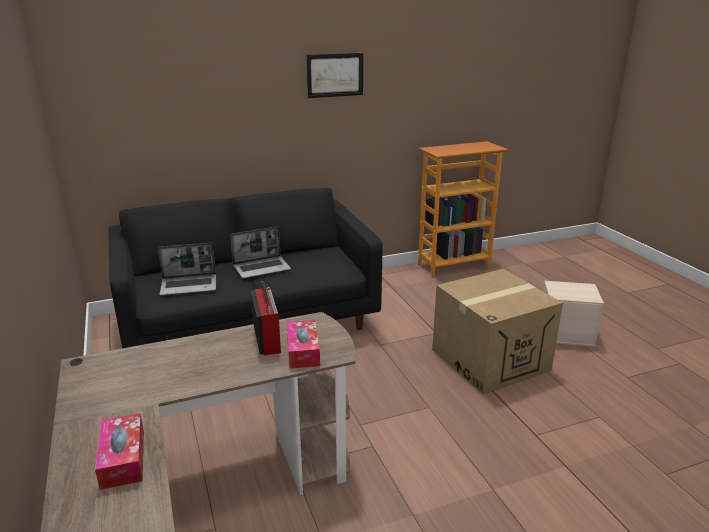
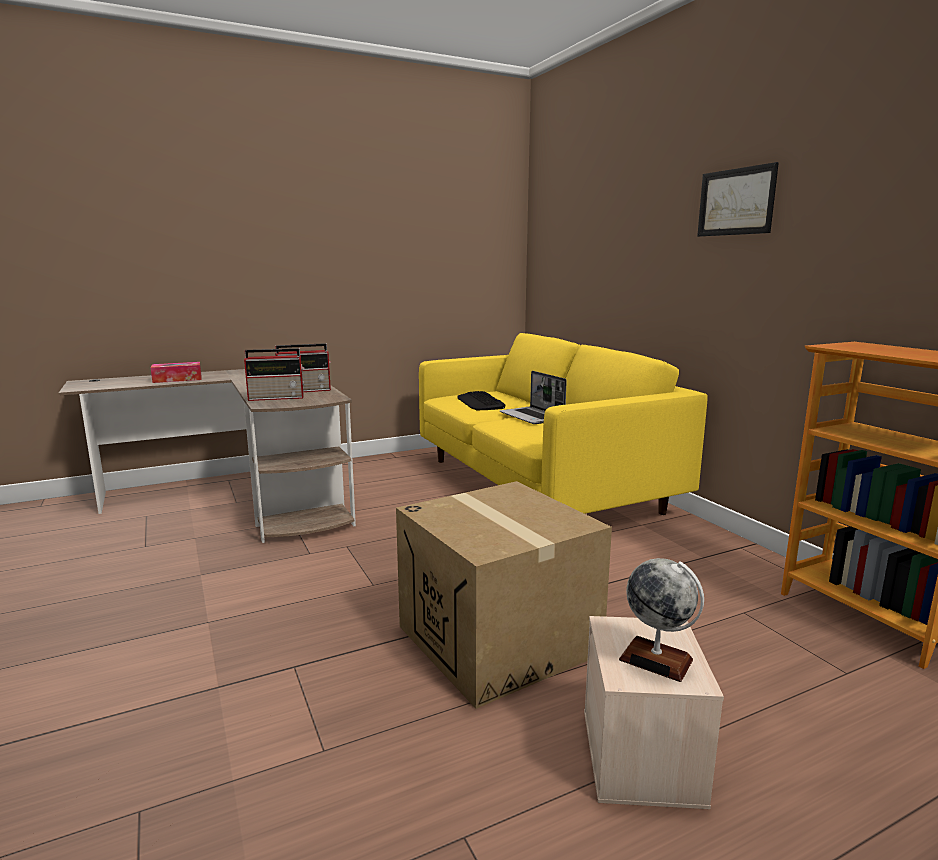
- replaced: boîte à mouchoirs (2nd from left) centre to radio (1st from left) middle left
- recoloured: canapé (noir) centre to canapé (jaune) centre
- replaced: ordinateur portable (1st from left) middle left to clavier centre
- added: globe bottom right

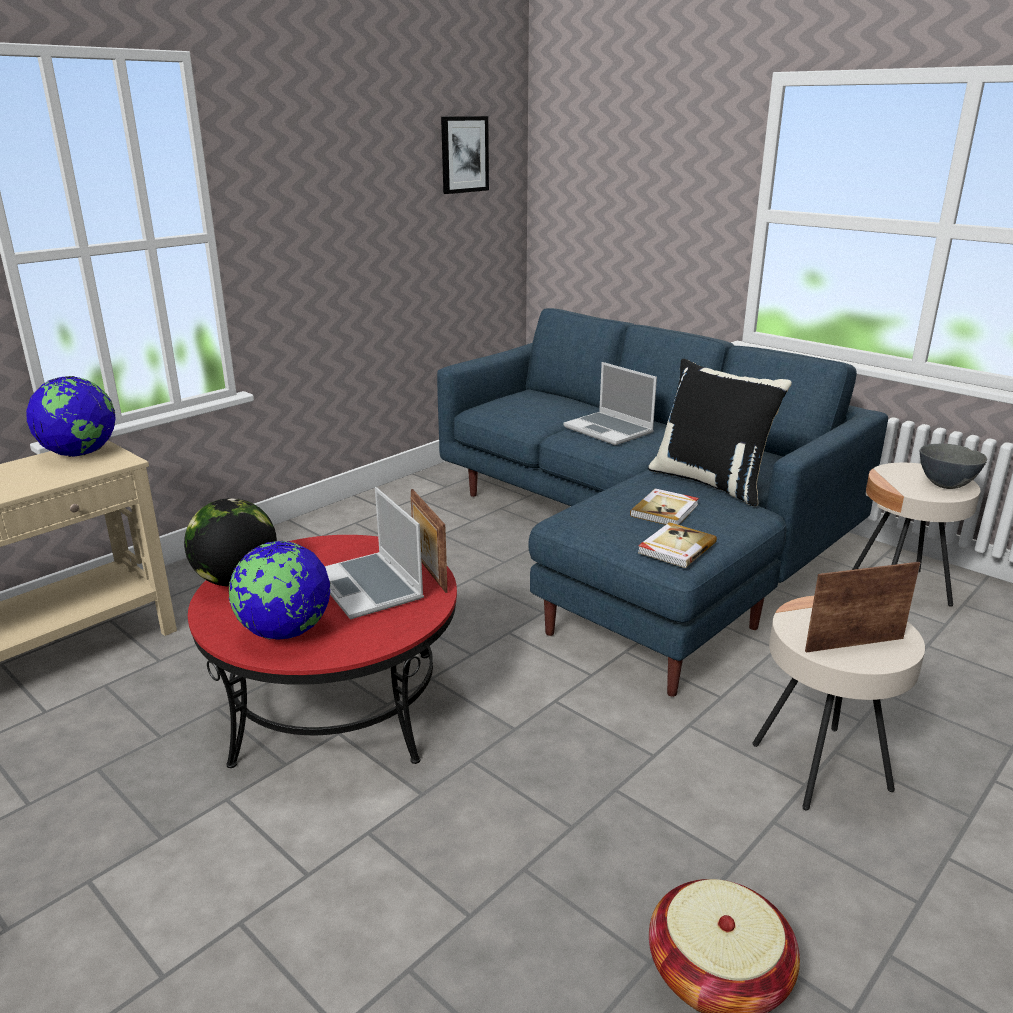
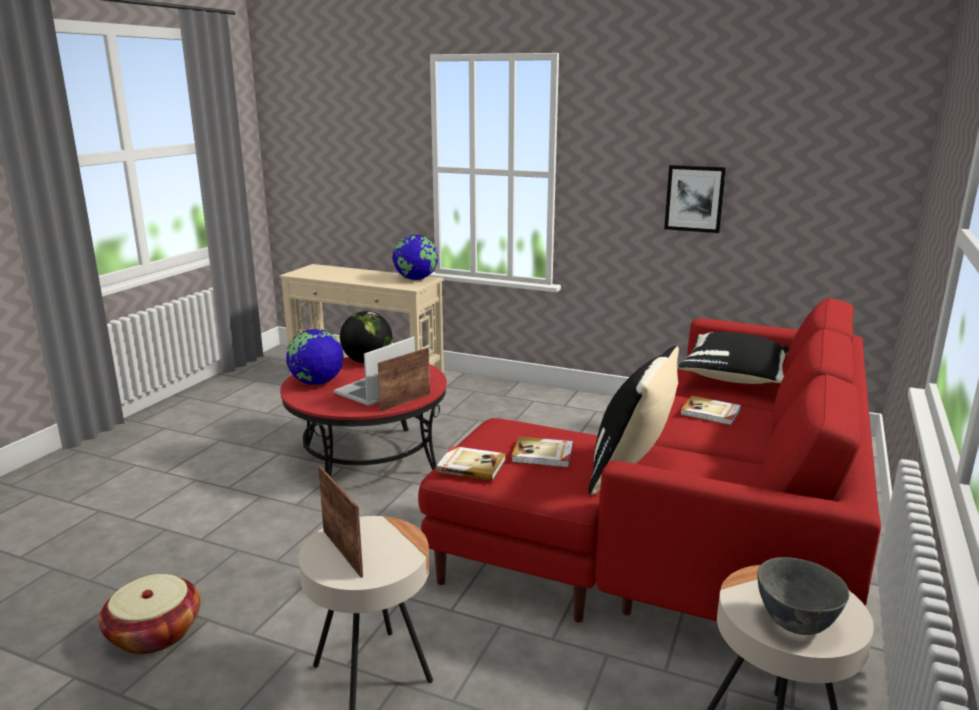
- recoloured: canapé (bleu) centre to canapé (rouge) centre
- moved: tableau top centre to top right
- added: coussin (noir) (2nd from left) middle right
- replaced: ordinateur portable (2nd from left) centre to livre (3rd from left) middle right

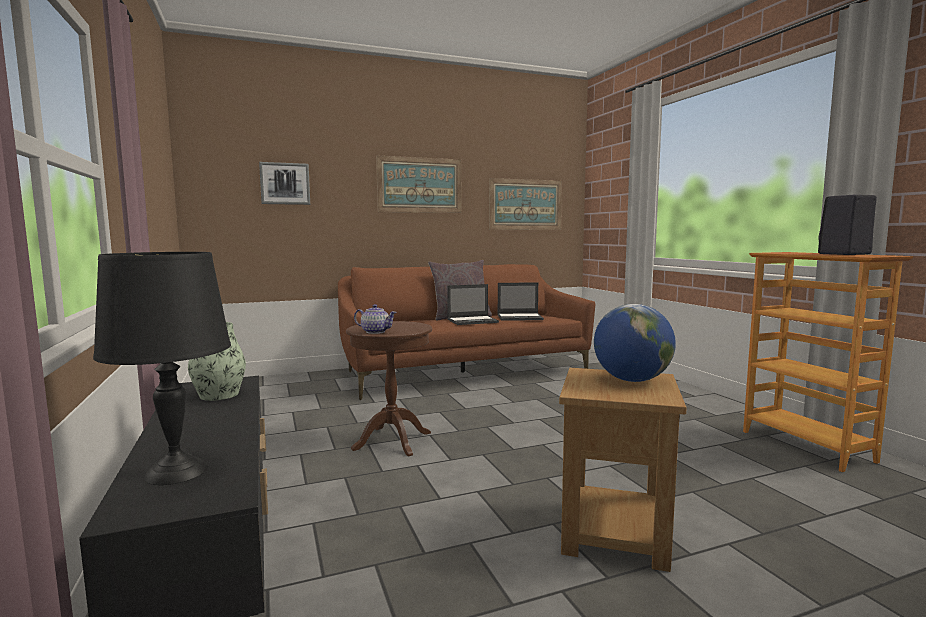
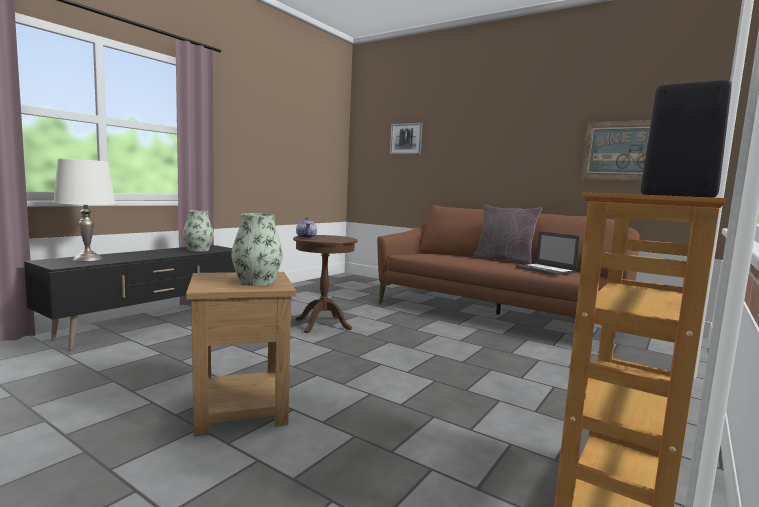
- recoloured: lampe de table (noir) middle left to lampe de table (blanc) middle left
- replaced: globe middle right to vase (2nd from left) centre
- removed: tableau (2nd from left) top centre
- removed: ordinateur portable (1st from left) centre

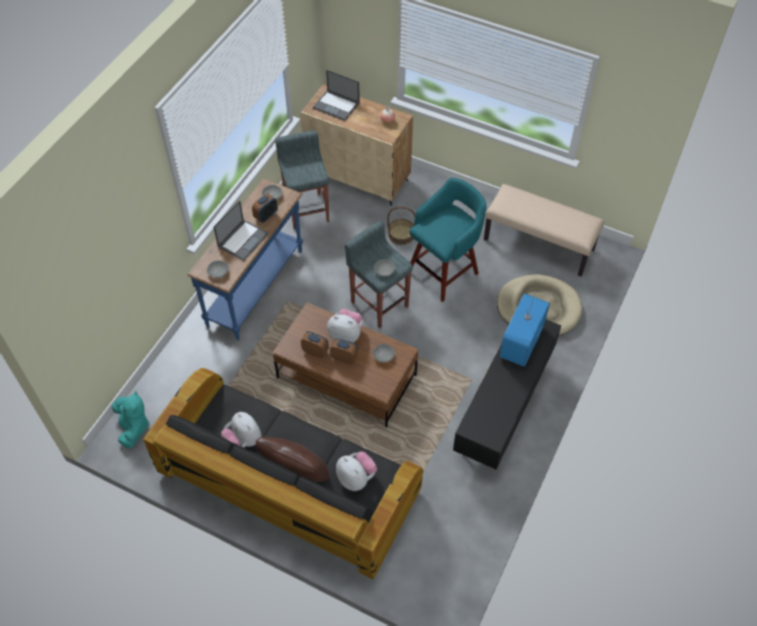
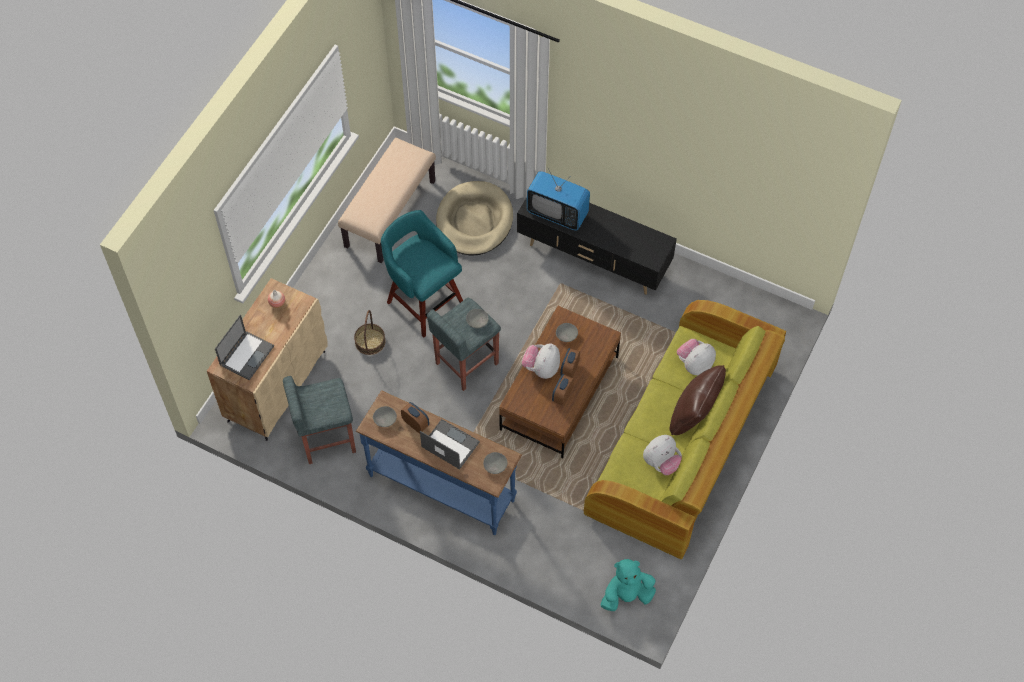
- recoloured: canapé (noir) bottom centre to canapé (vert) middle right

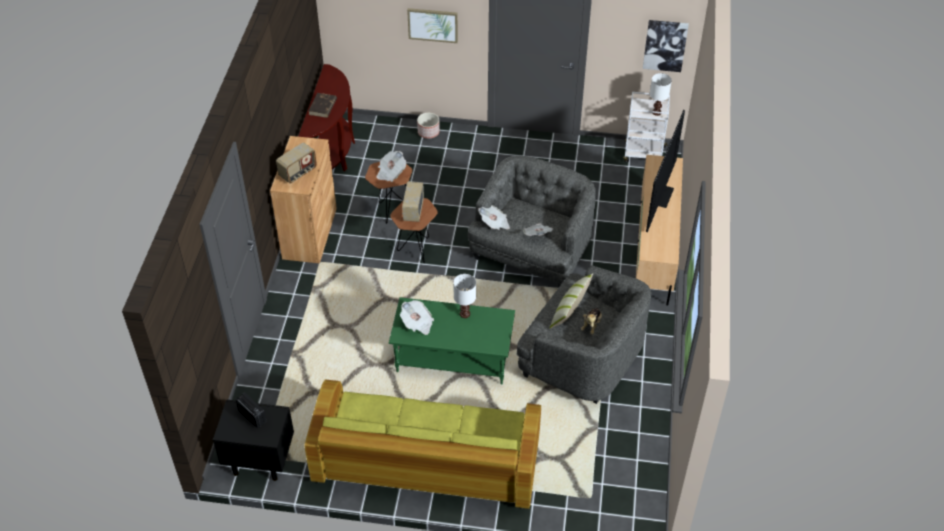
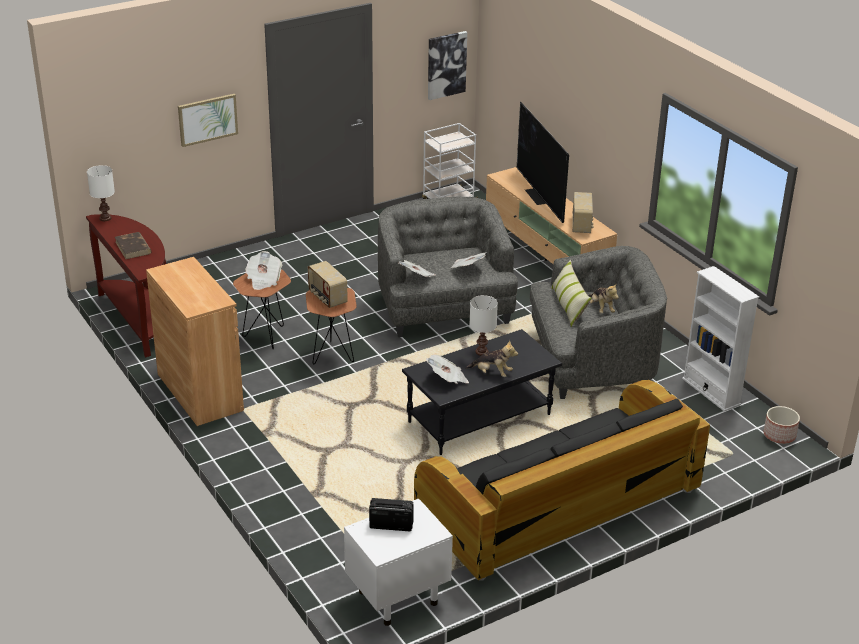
- moved: lampe de table (blanc) (2nd from left in the first image) top right to lampe de table (blanc) (1st from left) top left
- recoloured: table de chevet (noir) bottom left to table de chevet (blanc) bottom centre
- recoloured: table basse (vert) centre to table basse (noir) centre
- recoloured: canapé (vert) bottom centre to canapé (noir) bottom centre
- added: peluche (1st from left) centre
- moved: radio (2nd from left in the first image) top left to radio (3rd from left) top right
- added: bibliothèque (blanc) middle right
- moved: cache-pot top centre to middle right

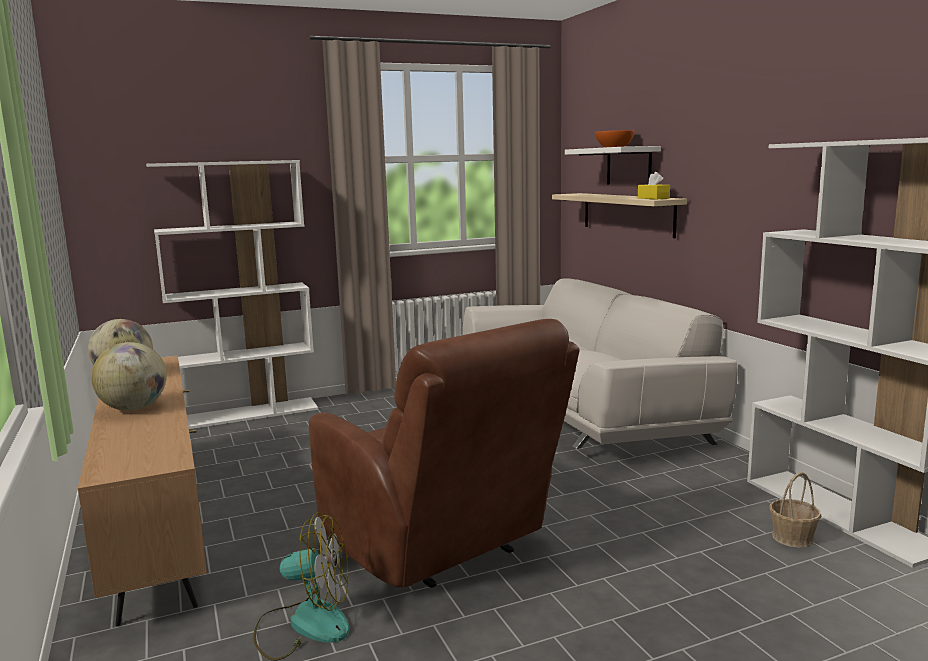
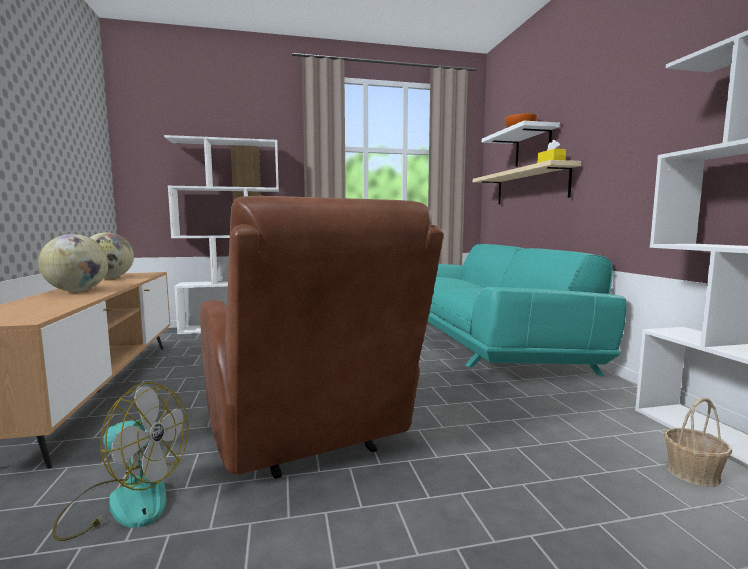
- recoloured: canapé (blanc) centre to canapé (turquoise) middle right

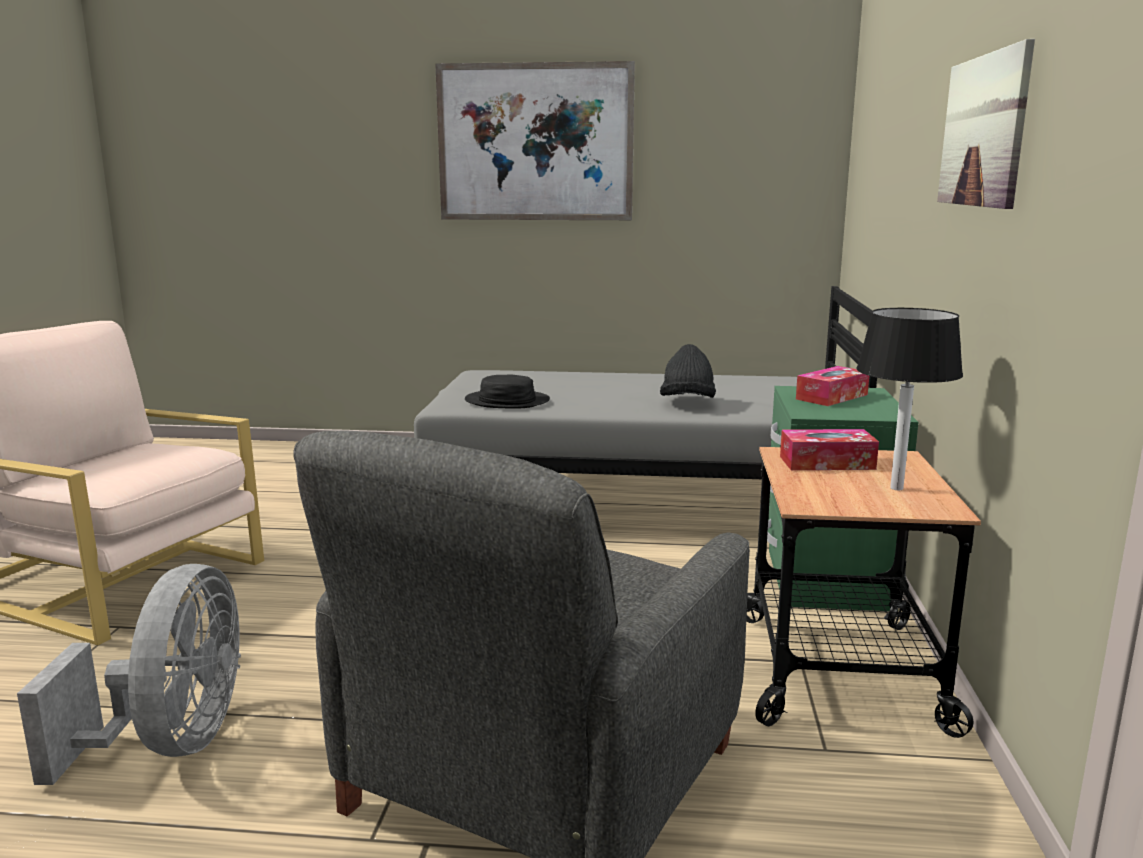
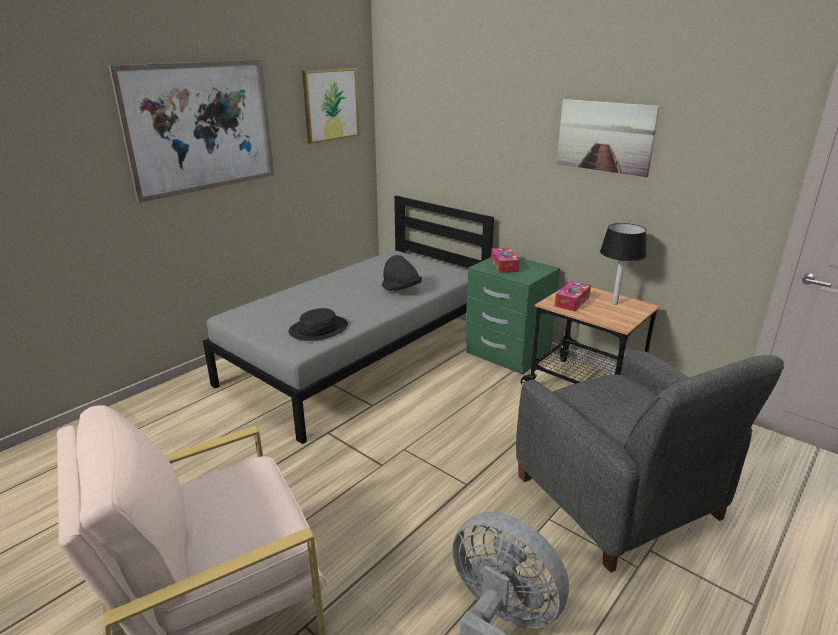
- added: tableau (2nd from left) top centre

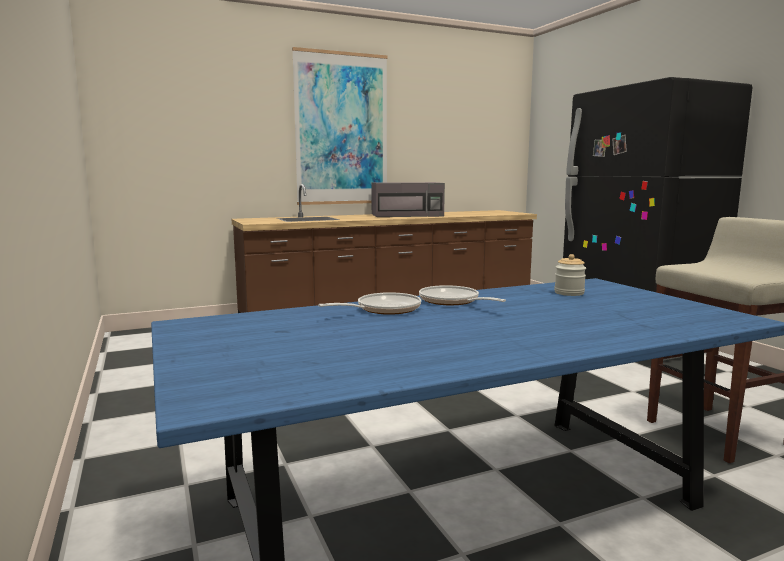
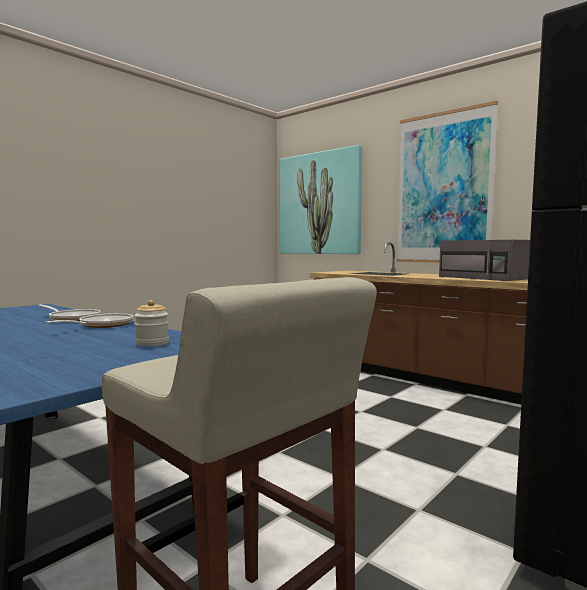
- added: tableau (1st from left) centre

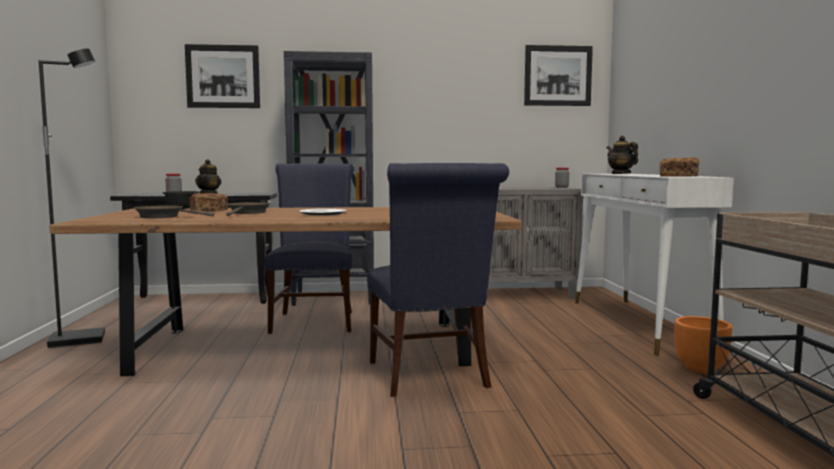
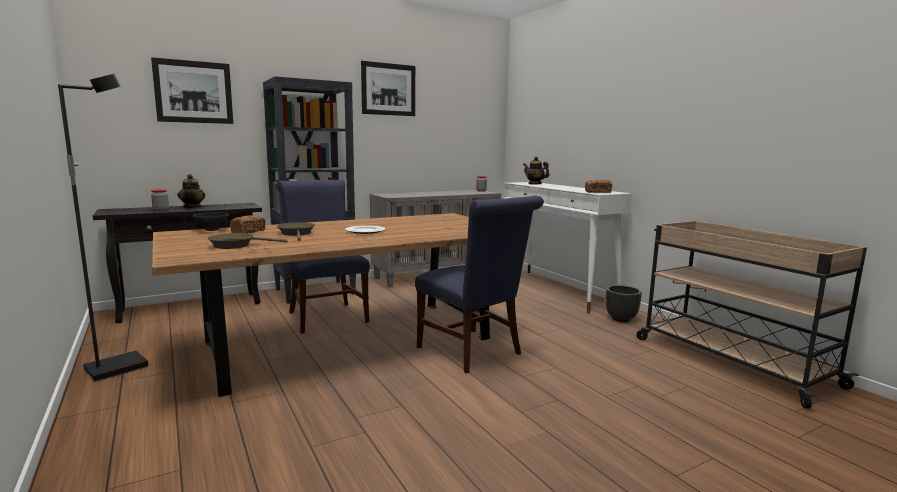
- moved: tableau (2nd from left) top right to top centre
- recoloured: cache-pot (orange) bottom right to cache-pot (noir) middle right

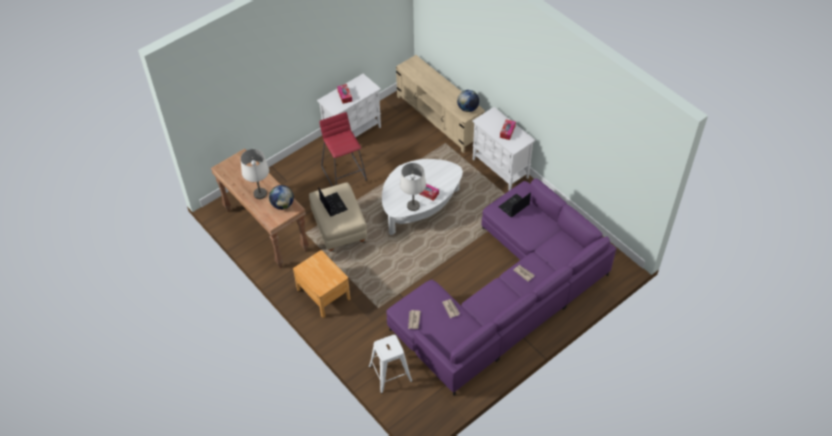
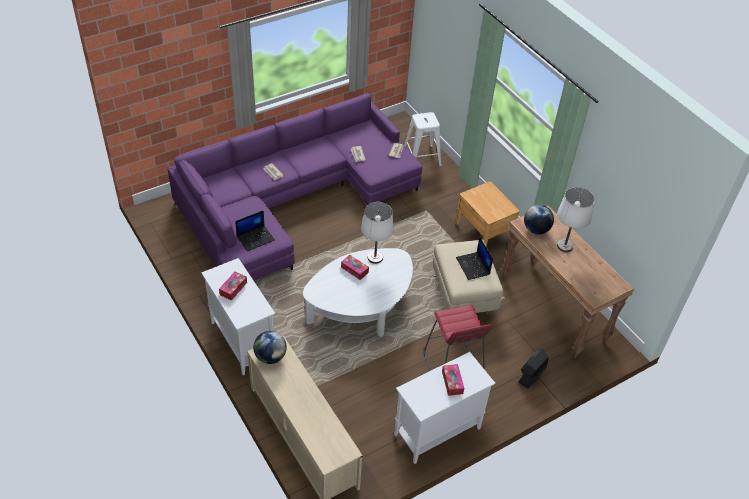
- added: ventilateur (noir) bottom right

